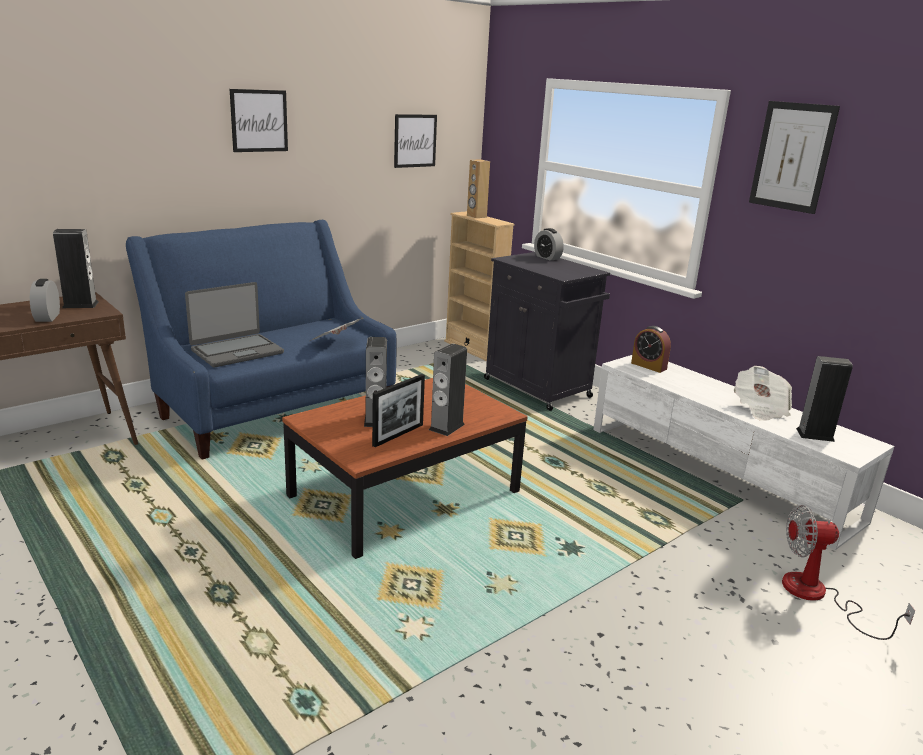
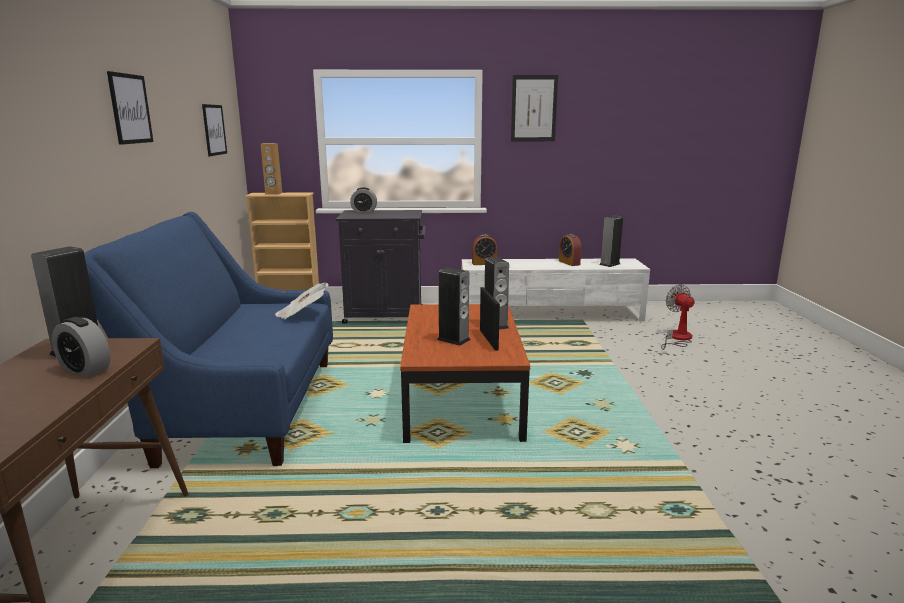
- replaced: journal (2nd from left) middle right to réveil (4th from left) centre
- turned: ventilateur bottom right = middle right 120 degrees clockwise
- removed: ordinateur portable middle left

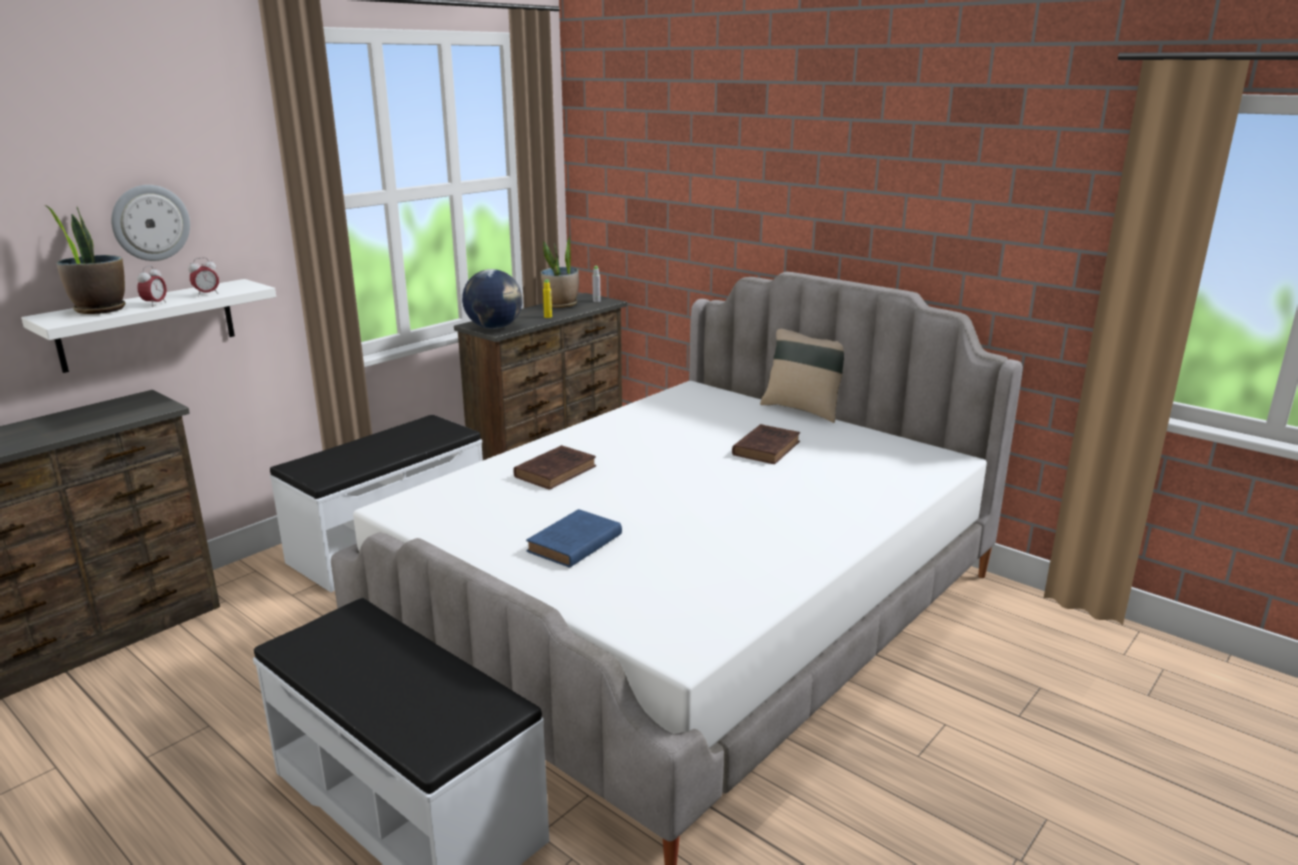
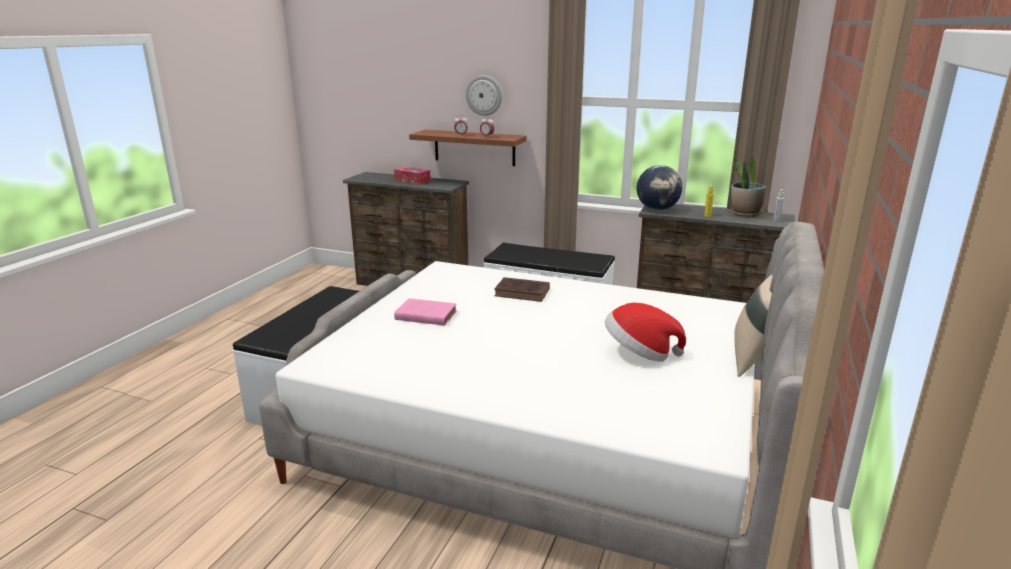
- added: boîte à mouchoirs top centre
- recoloured: livre (bleu) centre to livre (rose) centre
- recoloured: étagère (blanc) middle left to étagère (marron) top centre
- replaced: livre (marron) (2nd from left) centre to chapeau centre
- removed: plante en pot (1st from left) top left

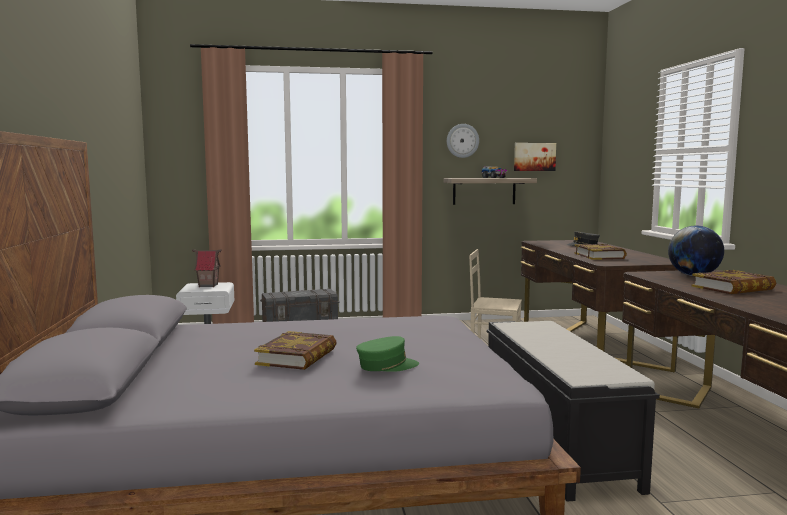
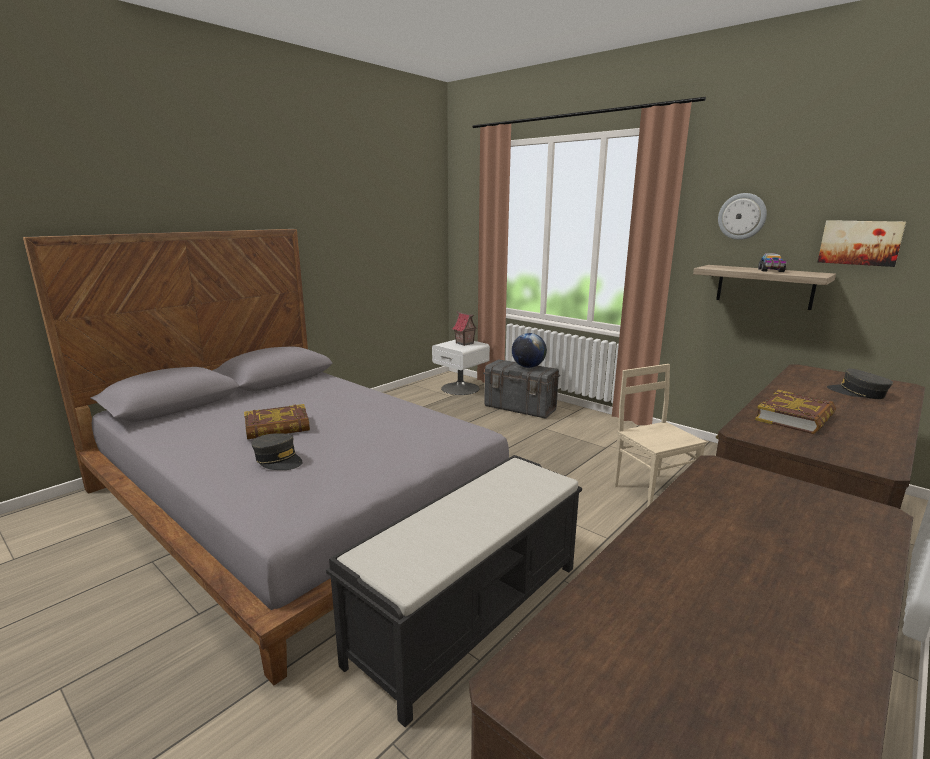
- recoloured: casquette (vert) bottom centre to casquette (gris) (1st from left) middle left
- moved: globe middle right to centre
- removed: livre (3rd from left) middle right

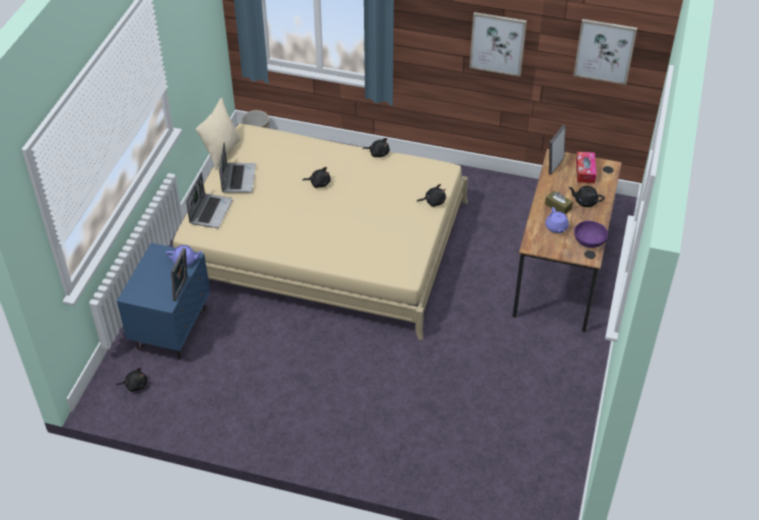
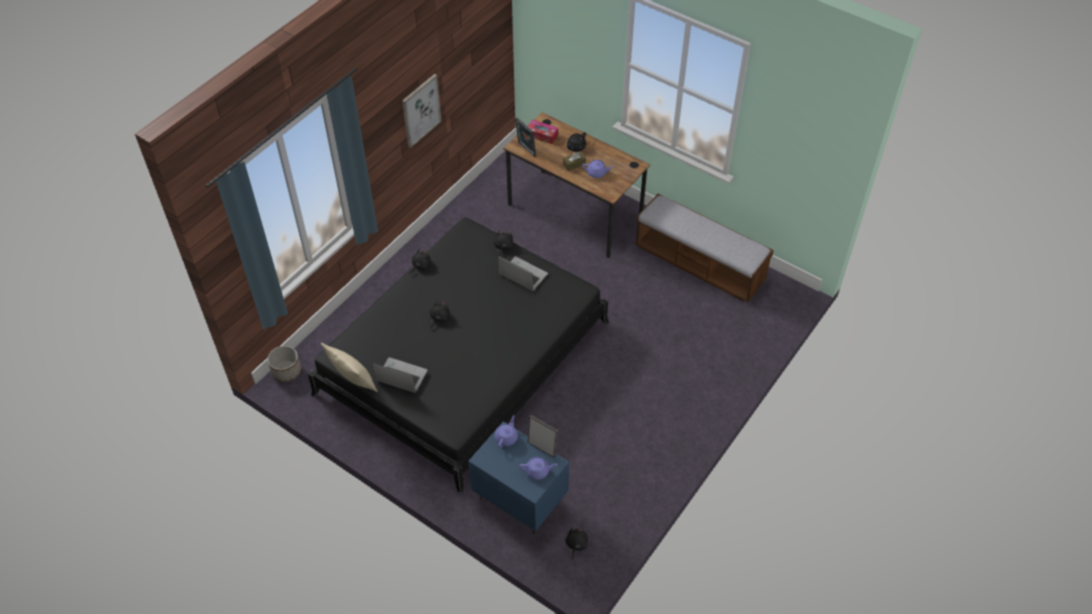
- recoloured: lit (beige) centre to lit (noir) centre
- moved: ordinateur portable (1st from left in the first image) middle left to ordinateur portable (2nd from left) centre
- added: théière (violet) (2nd from left) bottom centre
- added: banc centre
- removed: tableau (2nd from left) top right
- removed: bol (violet) middle right

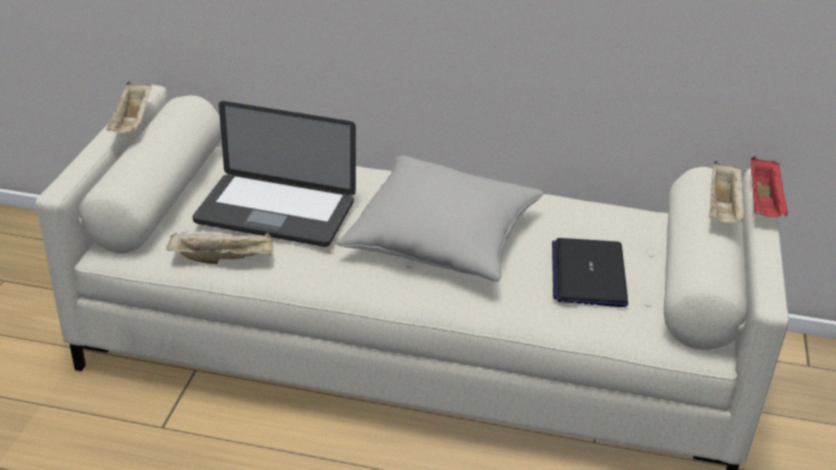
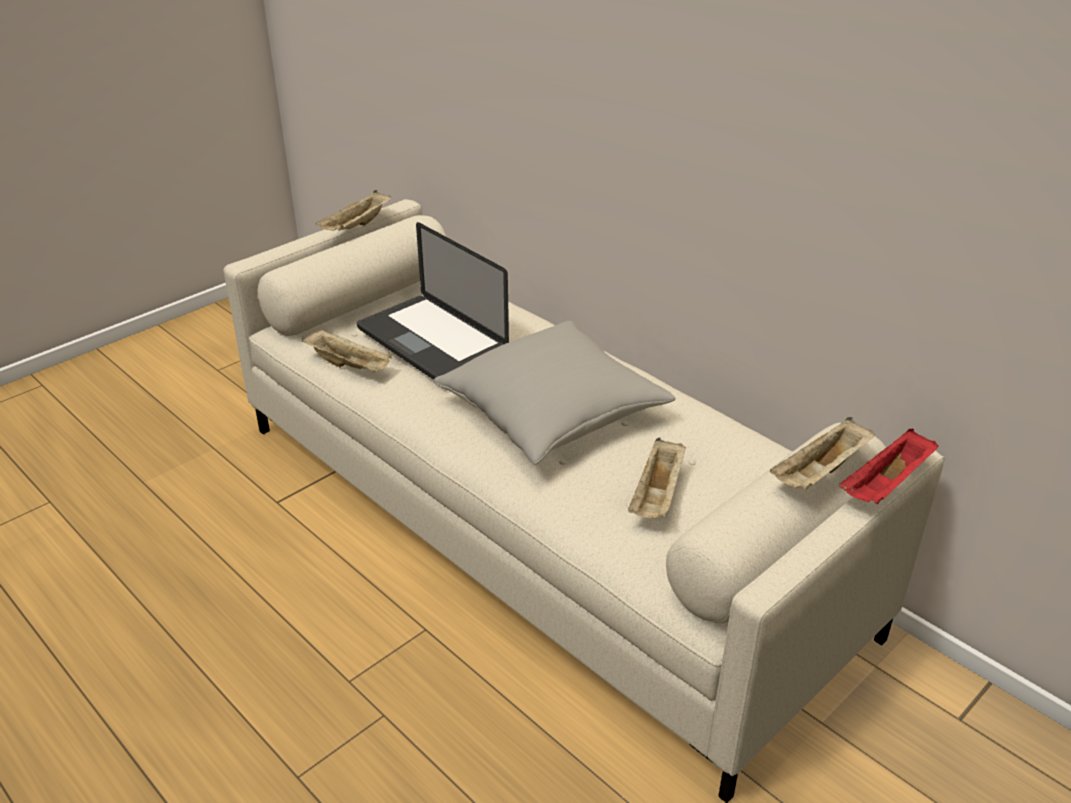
- replaced: ordinateur portable (2nd from left) middle right to plateau (beige) (3rd from left) centre

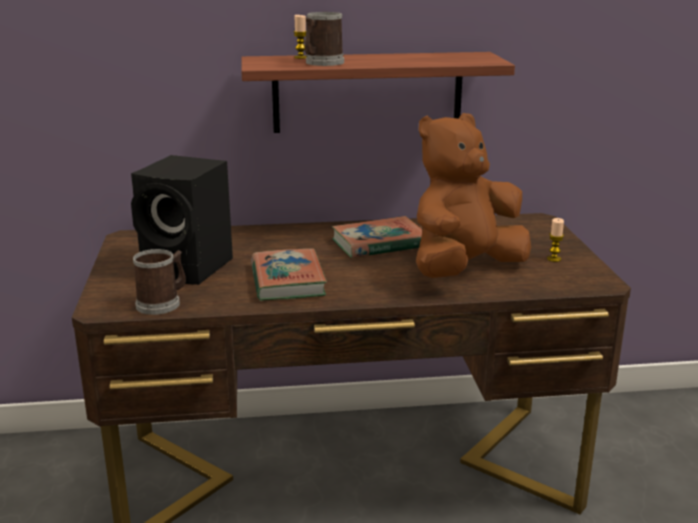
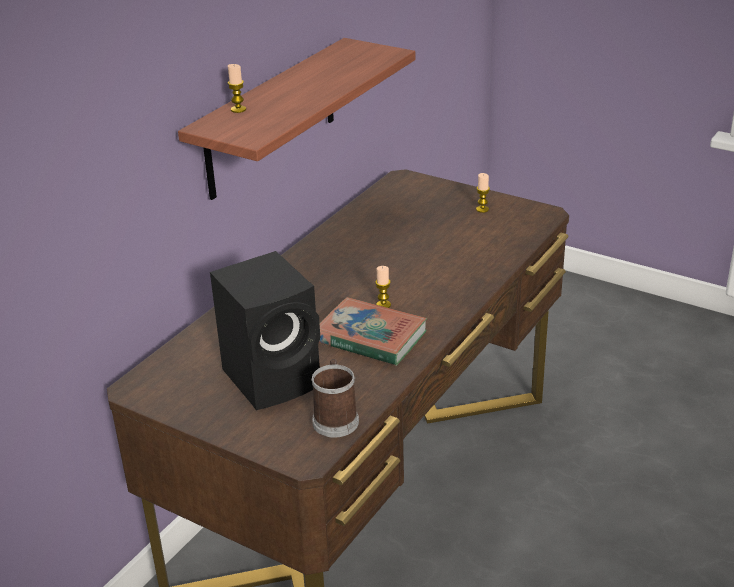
- added: bougie (2nd from left) centre
- removed: mug (2nd from left) top centre
- removed: livre (2nd from left) centre
- removed: peluche (marron) middle right

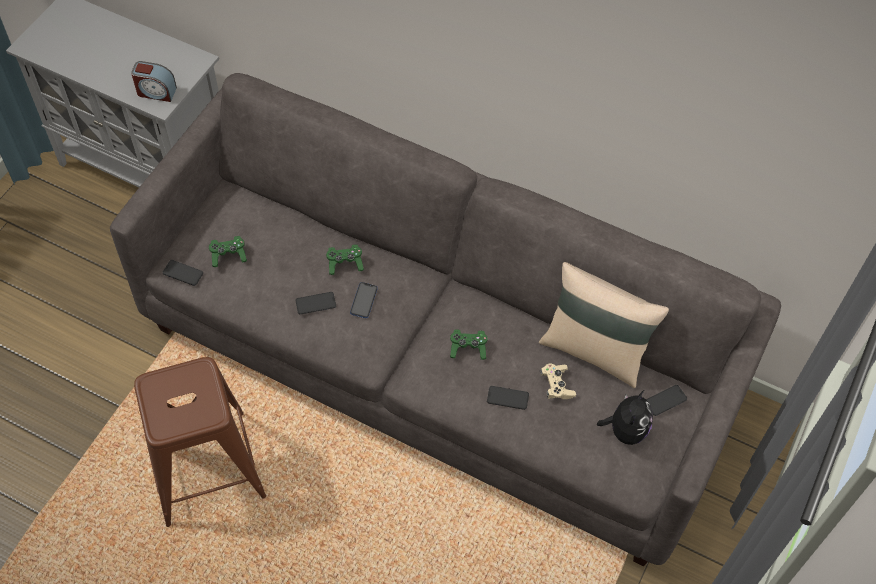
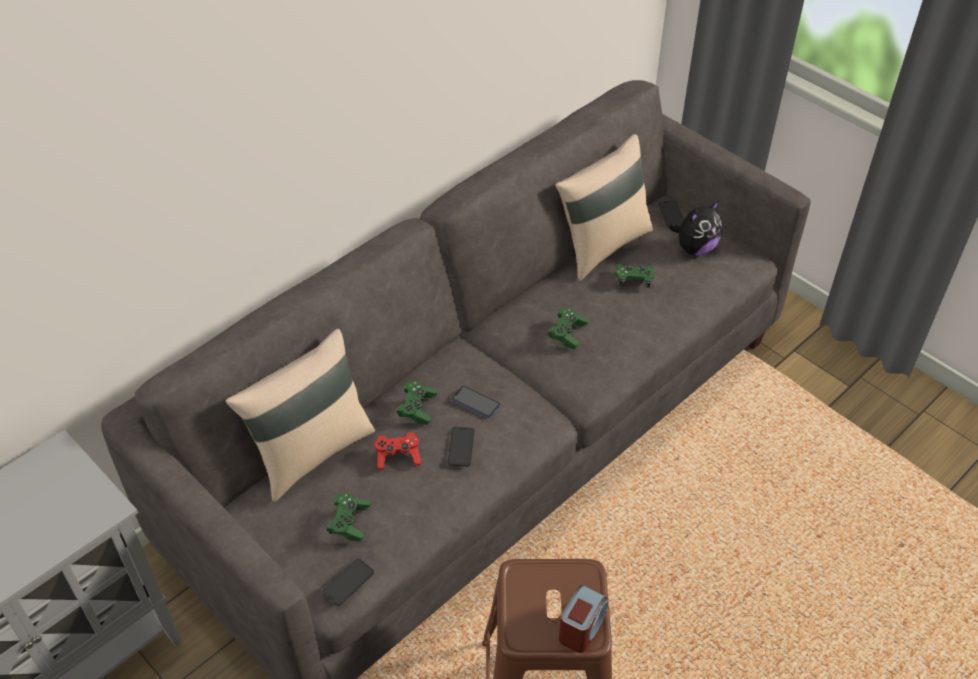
- added: coussin (beige) (1st from left) middle left
- added: manette (rouge) centre
- moved: réveil top left to bottom centre
- recoloured: manette (beige) centre to manette (vert) (4th from left) centre
- turned: peluche bottom right = middle right 105 degrees clockwise
- removed: téléphone (4th from left) bottom centre

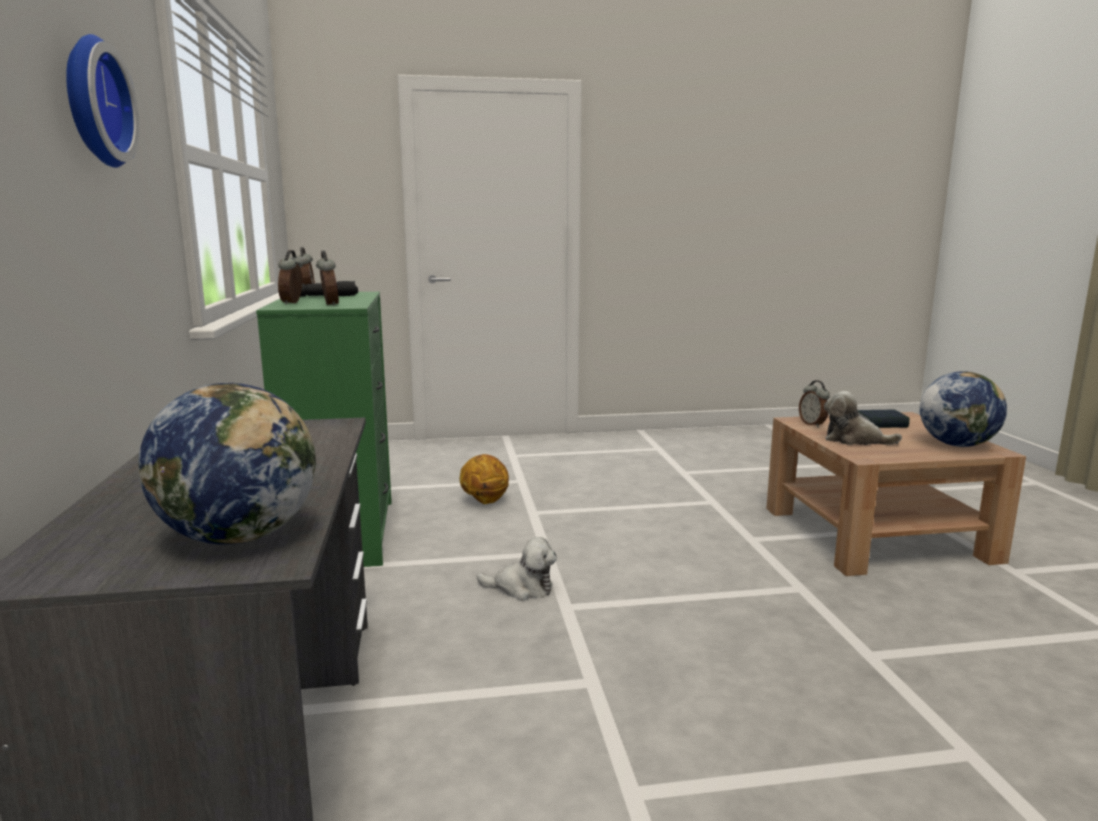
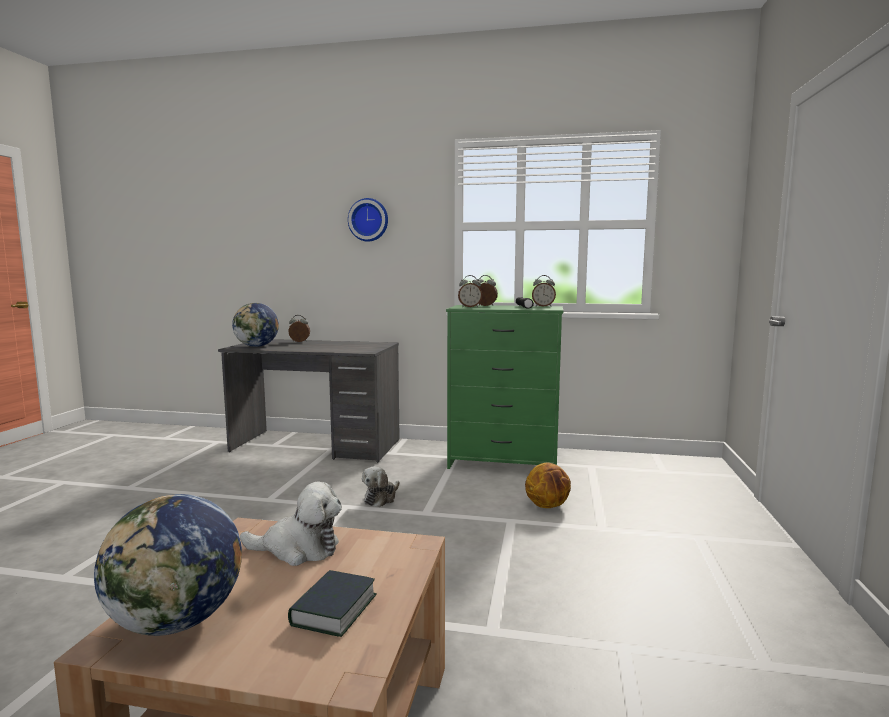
- turned: peluche (2nd from left in the first image) middle right = bottom left 45 degrees clockwise
- moved: réveil (4th from left in the first image) middle right to réveil (1st from left) centre

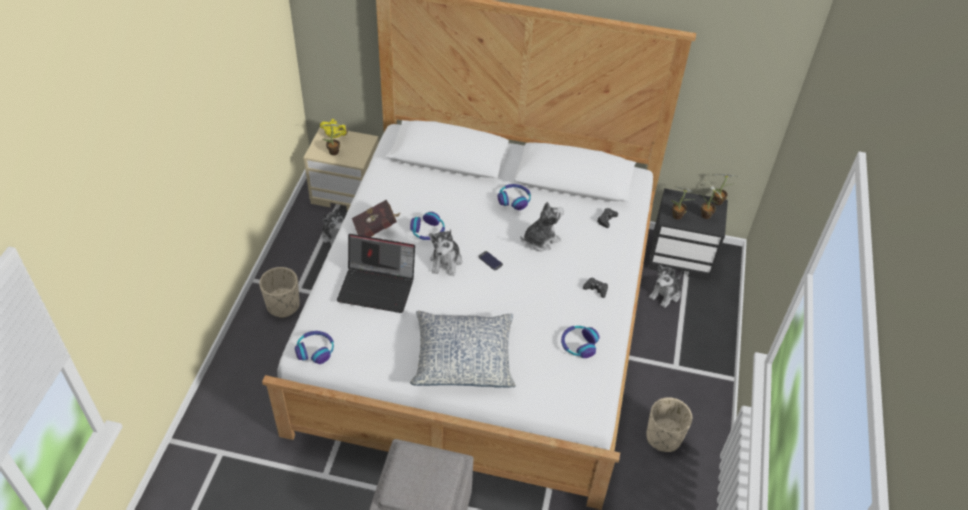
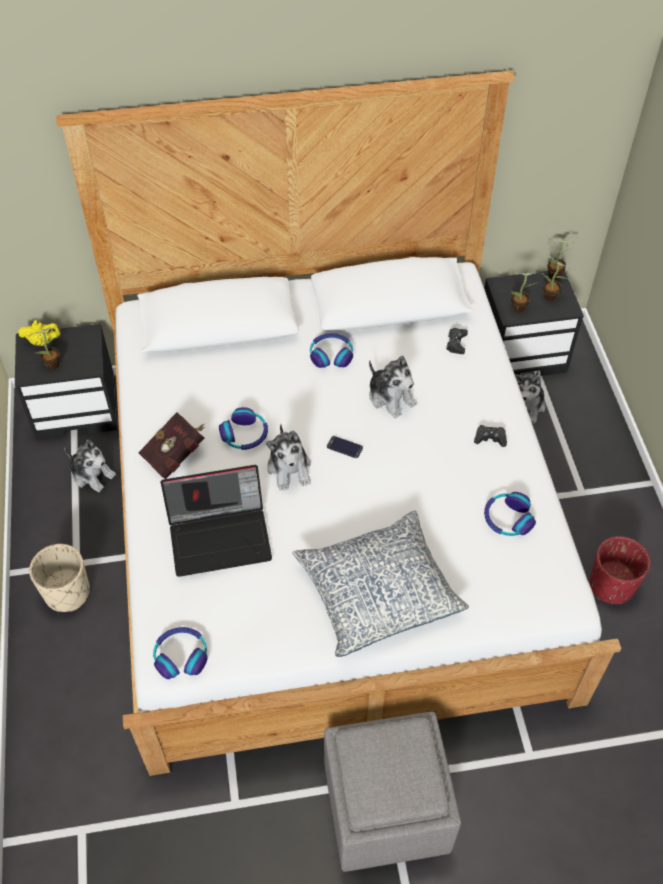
- recoloured: table de chevet (beige) top centre to table de chevet (noir) (1st from left) middle left
- turned: peluche (3rd from left) centre = centre 105 degrees clockwise
- recoloured: cache-pot (beige) (2nd from left) bottom right to cache-pot (rouge) middle right

